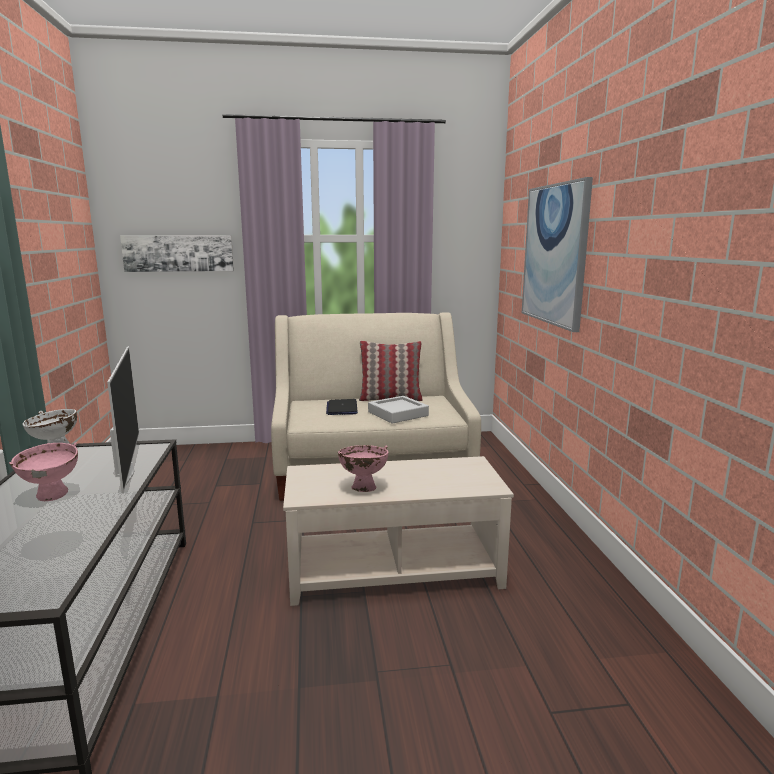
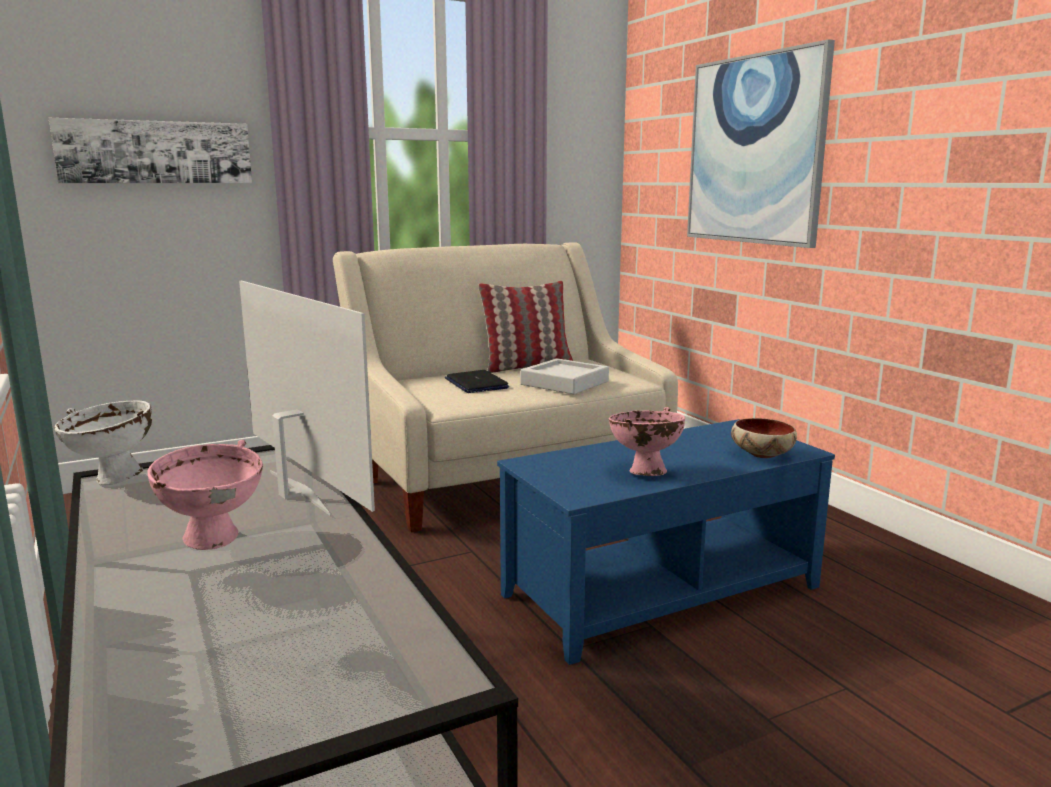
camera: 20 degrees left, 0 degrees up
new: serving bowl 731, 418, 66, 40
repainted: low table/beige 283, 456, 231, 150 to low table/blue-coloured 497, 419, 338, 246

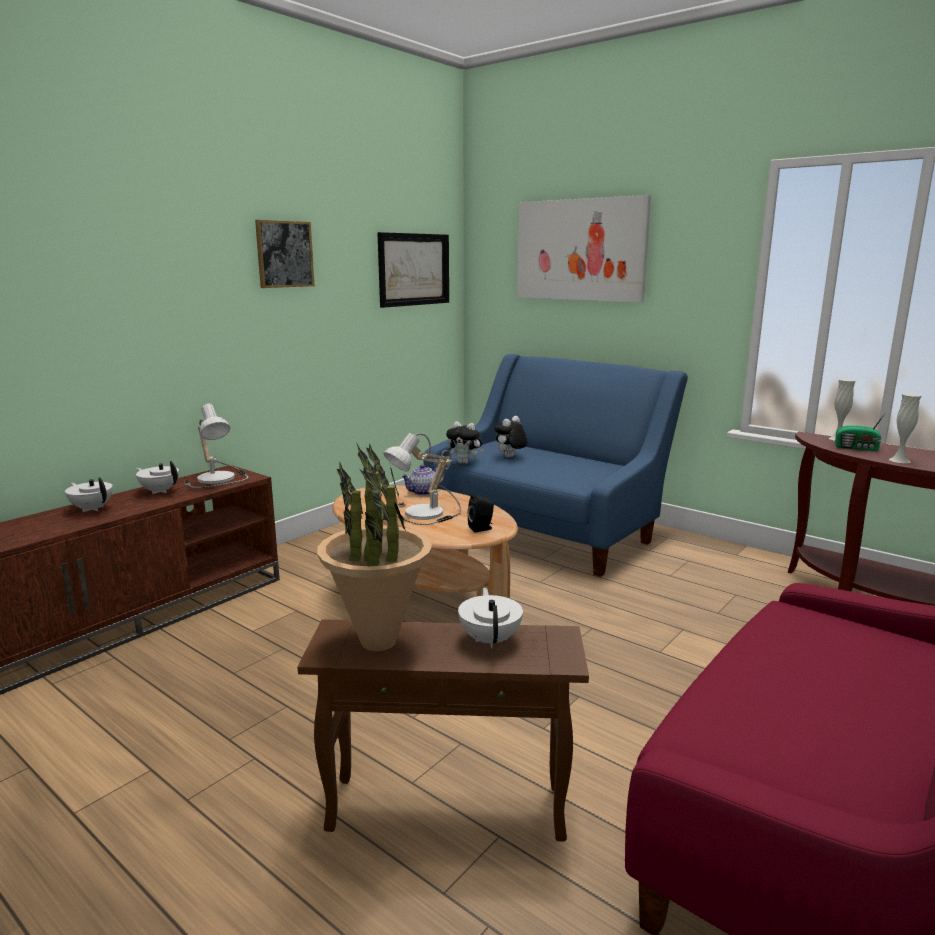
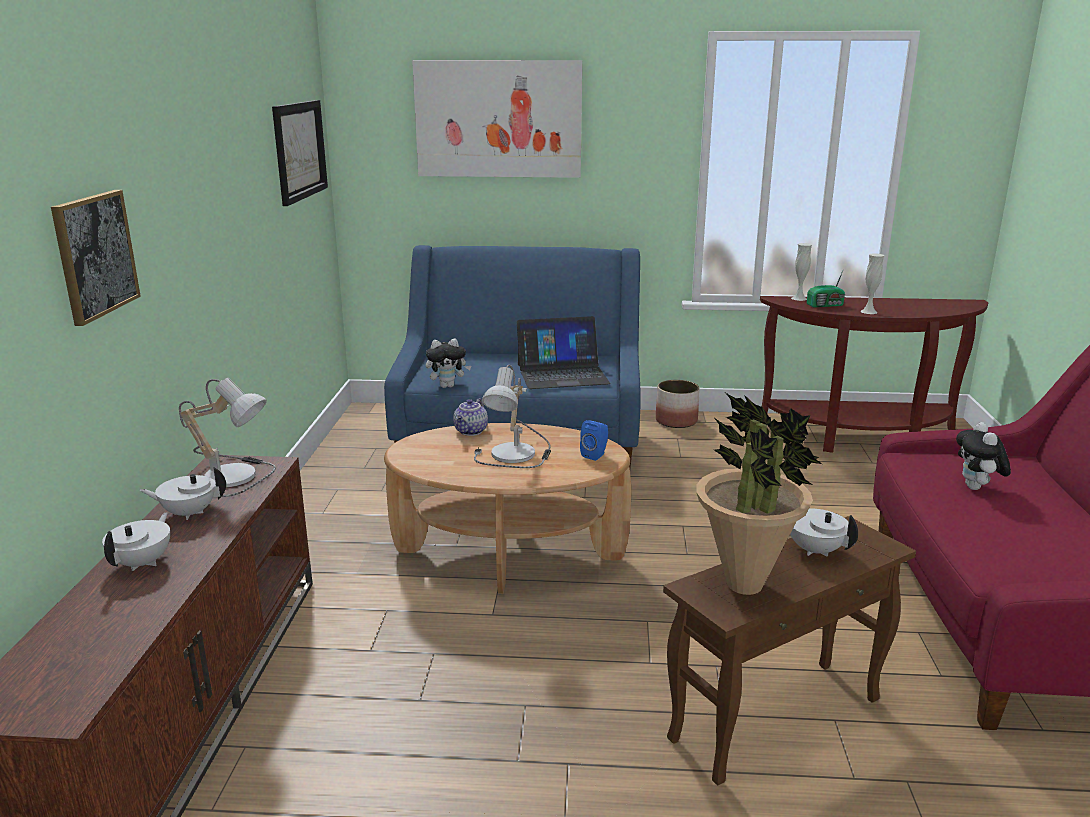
camera: 35 degrees left, 5 degrees up
new: notebook computer 517, 316, 93, 73; plant pot 656, 380, 44, 48
shifted: wall picture 255, 220, 60, 68 to 51, 190, 90, 136; plush toy 494, 416, 33, 42 to 956, 422, 55, 68
repainted: speaker/blackish 468, 494, 26, 38 to speaker/blue-coloured 580, 420, 28, 41
rotated: tea pot/whitish 65, 477, 48, 35 = 102, 512, 68, 59 105 degrees clockwise

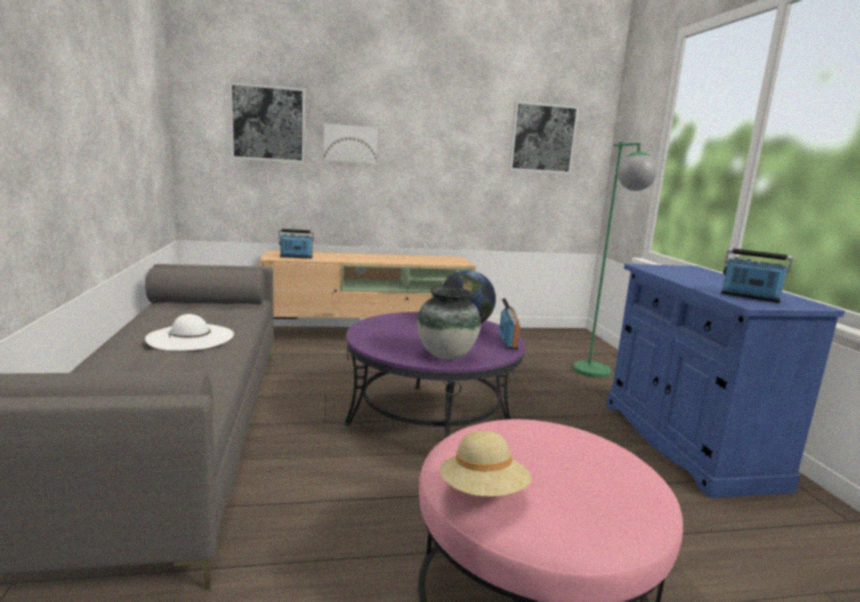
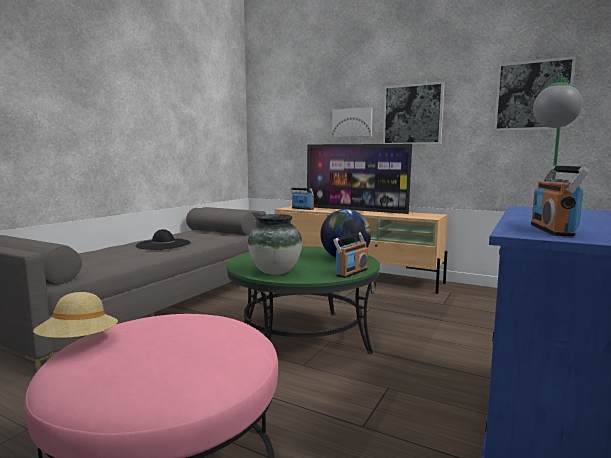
camera: 40 degrees right, 5 degrees down
new: TV 307, 144, 105, 70
shifted: wall picture 229, 82, 76, 81 to 383, 81, 62, 64
repainted: wearable hat/whitish 145, 314, 89, 37 to wearable hat/blackish 136, 229, 55, 21; low table/purplish 344, 312, 181, 126 to low table/greenish 226, 246, 154, 108
rotated: radio 721, 248, 72, 55 = 531, 166, 59, 70 150 degrees counterclockwise

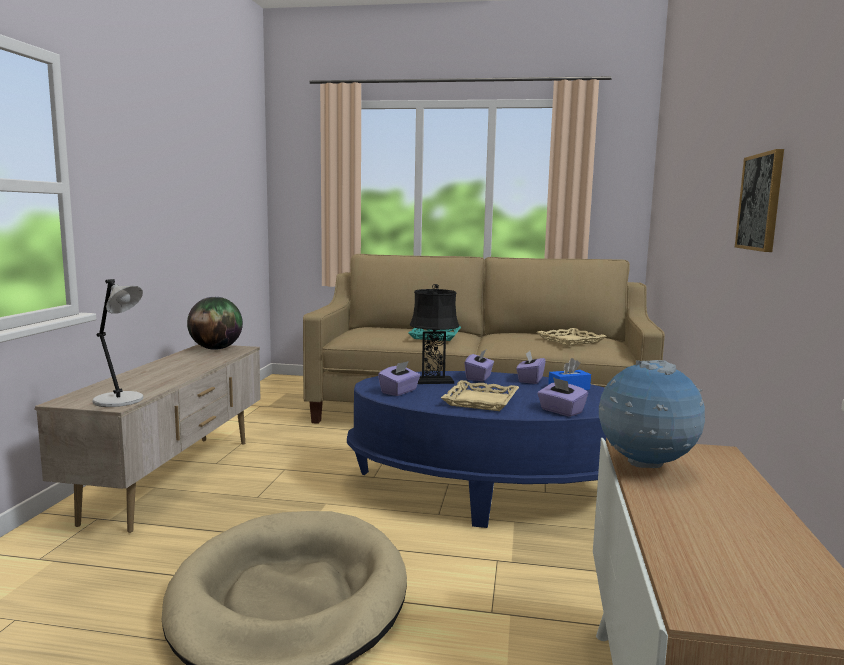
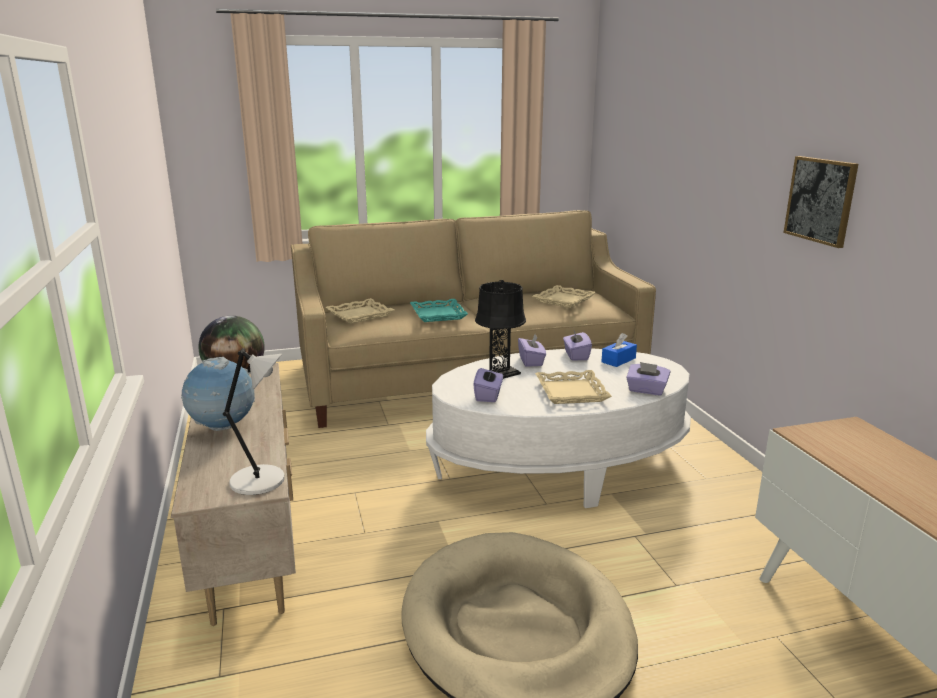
camera: 25 degrees left, 10 degrees up
new: tray/beige 325, 298, 69, 26
shifted: world globe 599, 360, 106, 108 to 181, 357, 74, 74
repainted: low table/blue-coloured 347, 371, 259, 157 to low table/whitish 426, 349, 265, 159

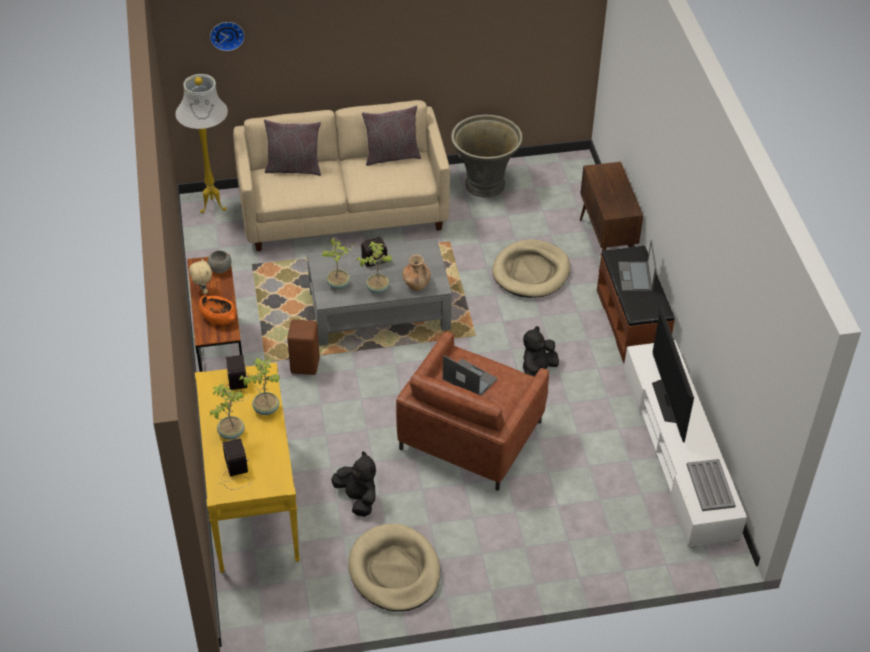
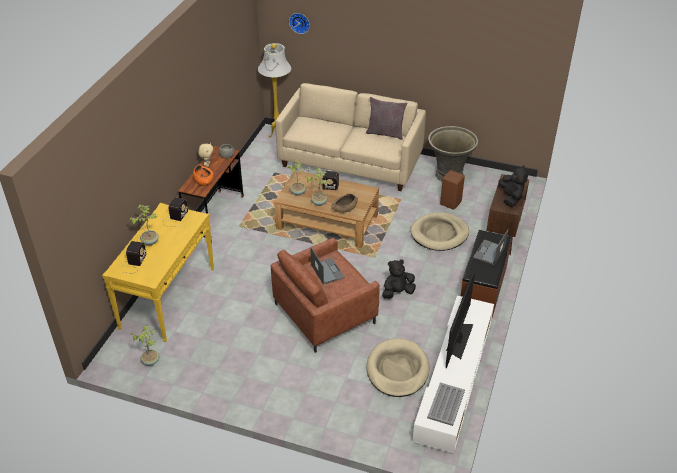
camera: 30 degrees right, 5 degrees down
gone: pillow/gray 264, 119, 57, 57
shifted: plant in a pot 239, 358, 42, 57 to 131, 325, 28, 41; stool/brown-coloured 287, 319, 33, 56 to 440, 170, 25, 40; plush toy/blackish 331, 451, 45, 66 to 498, 165, 30, 42; pet bed/beige 348, 524, 92, 87 to 366, 338, 63, 59
swapped: vase/brown-coloured 403, 255, 28, 36 to serving bowl/brown-coloured 331, 193, 27, 20
repainted: low table/gray 307, 238, 145, 108 to low table/brown-coloured 274, 170, 105, 78

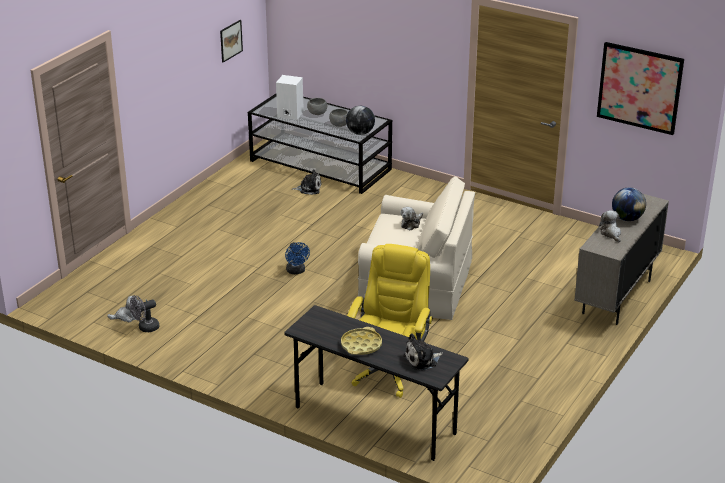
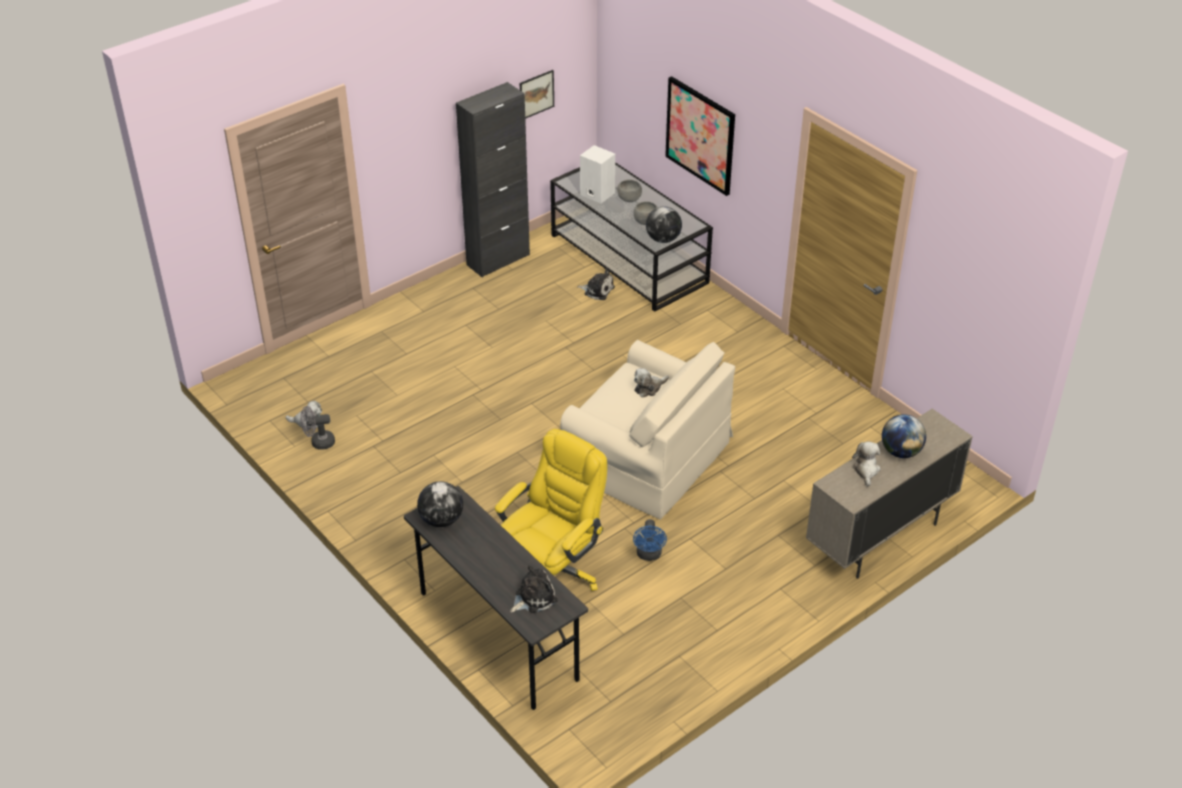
camera: 20 degrees right, 10 degrees up
gone: tray/yellow 341, 327, 41, 28
new: world globe 417, 481, 46, 46; cupboard/blackish 456, 82, 74, 196
shifted: fan/blue-coloured 285, 242, 25, 32 to 633, 519, 34, 42; wall picture 597, 42, 87, 93 to 665, 76, 70, 120
rotated: plush toy 404, 333, 39, 38 = 510, 565, 48, 48 150 degrees clockwise

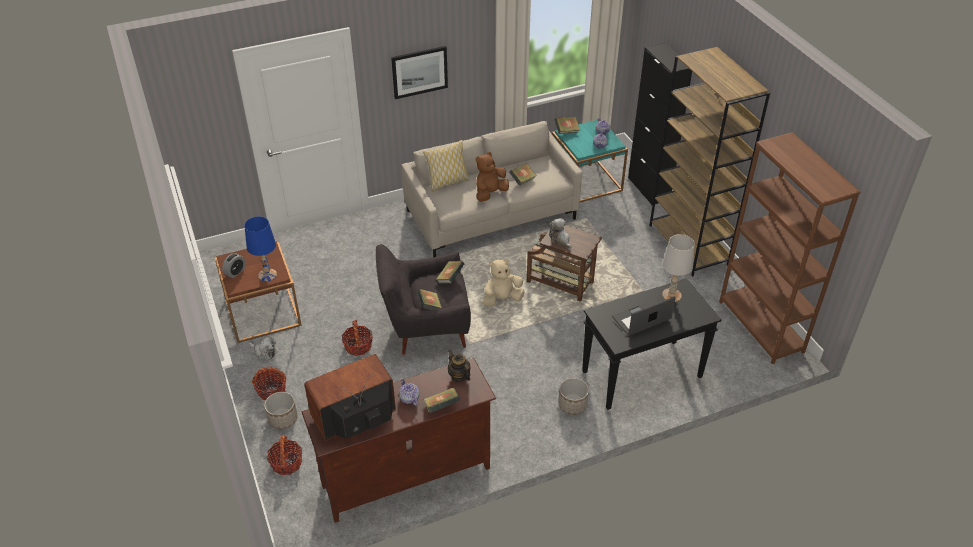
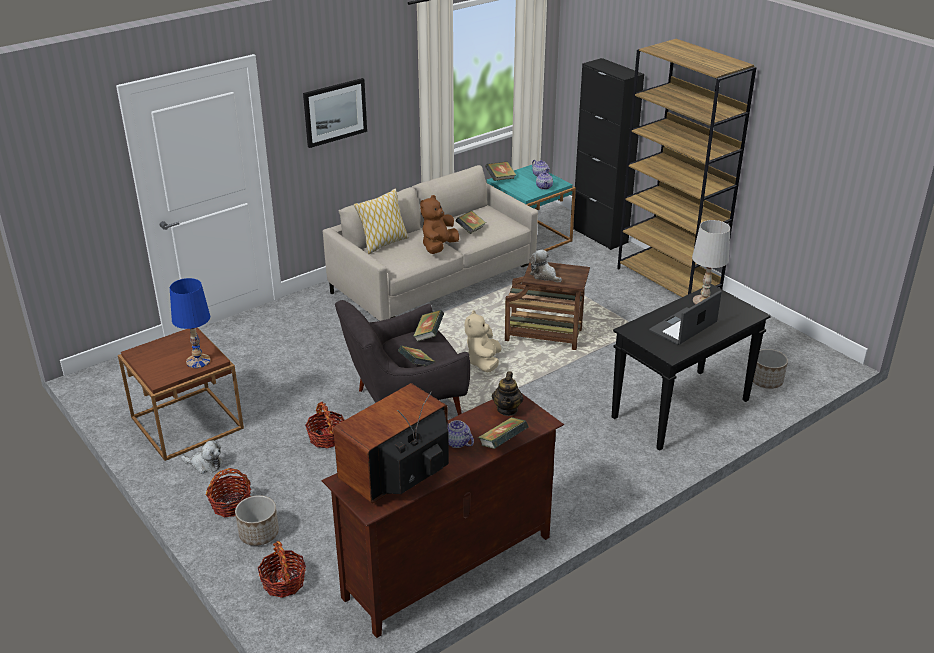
camera: 15 degrees left, 10 degrees down
gone: alarm clock 222, 253, 24, 25; bookcase/brown-coloured 719, 132, 141, 232
shifted: plant pot 558, 378, 31, 37 to 753, 349, 35, 40
rotated: tea pot 448, 350, 22, 32 = 492, 371, 31, 45 120 degrees counterclockwise; plush toy/beige 482, 258, 43, 49 = 465, 310, 37, 62 45 degrees counterclockwise

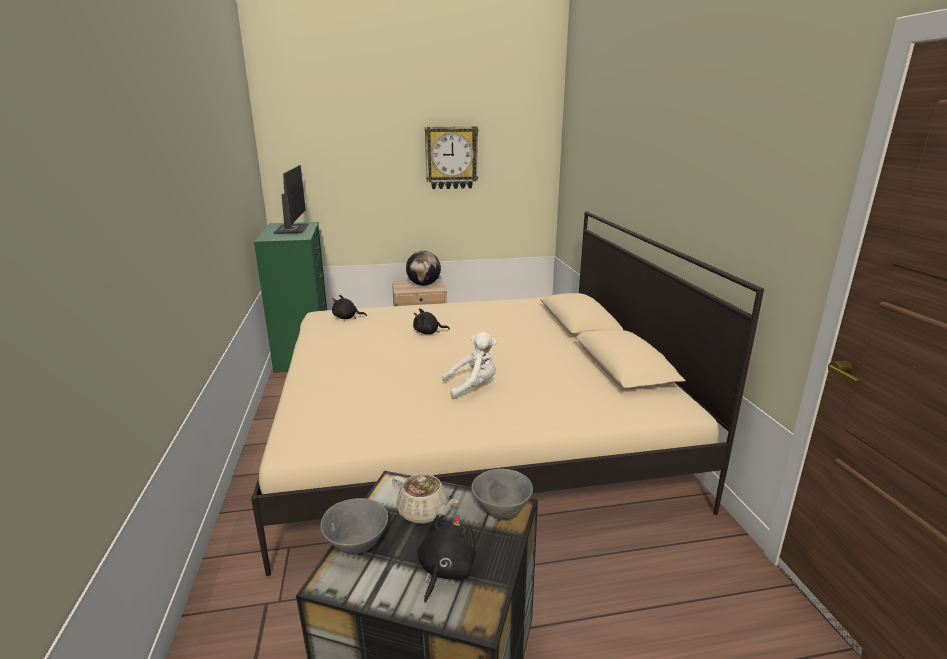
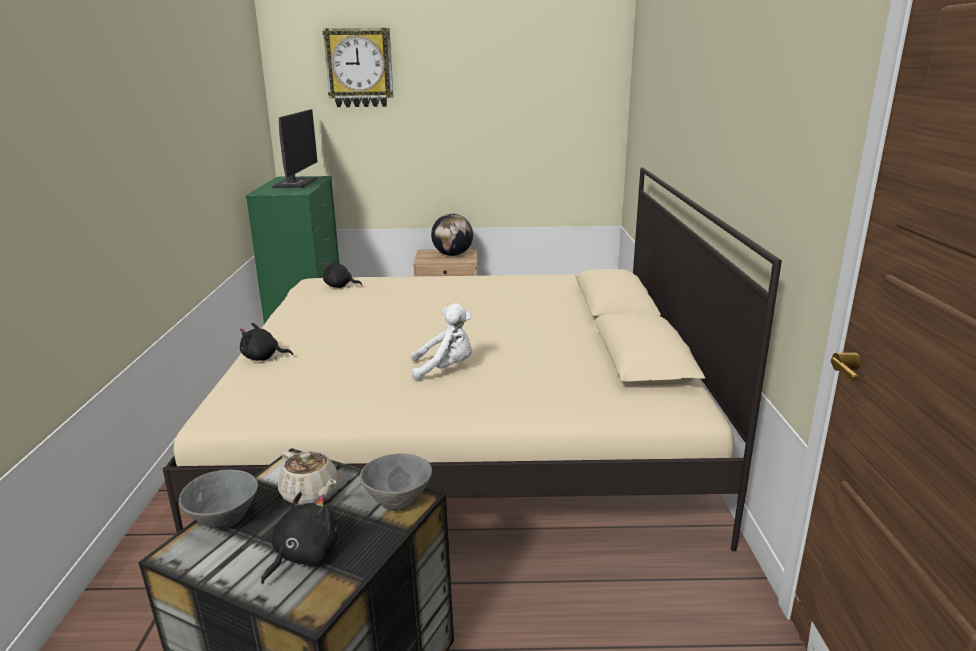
camera: 10 degrees right, 0 degrees up
shifted: plush toy/blackish 413, 308, 37, 26 to 240, 323, 53, 38; wall clock 425, 126, 53, 63 to 322, 28, 72, 79

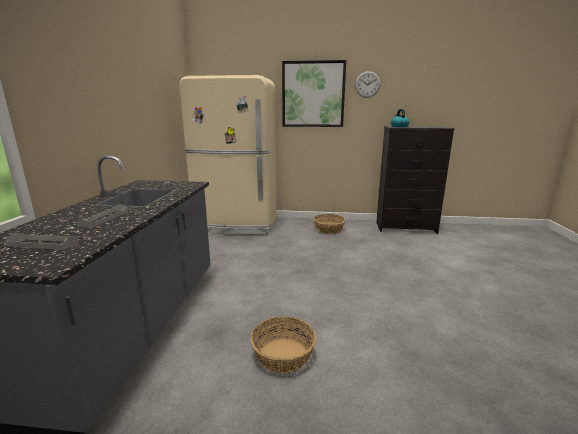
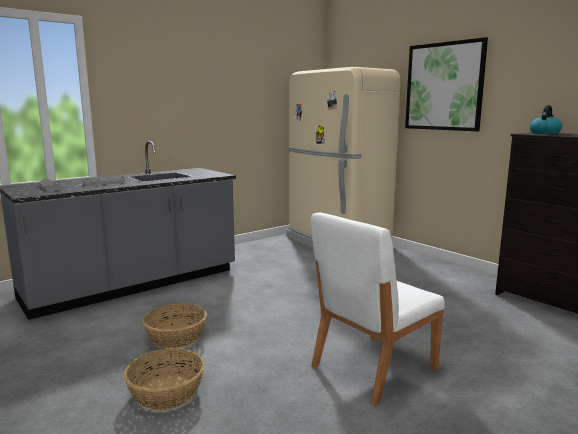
camera: 45 degrees right, 5 degrees down
gone: wall clock 355, 71, 25, 27
new: upright chair/whitish 310, 212, 135, 194
shifted: household basket 313, 214, 32, 20 to 124, 348, 81, 63

